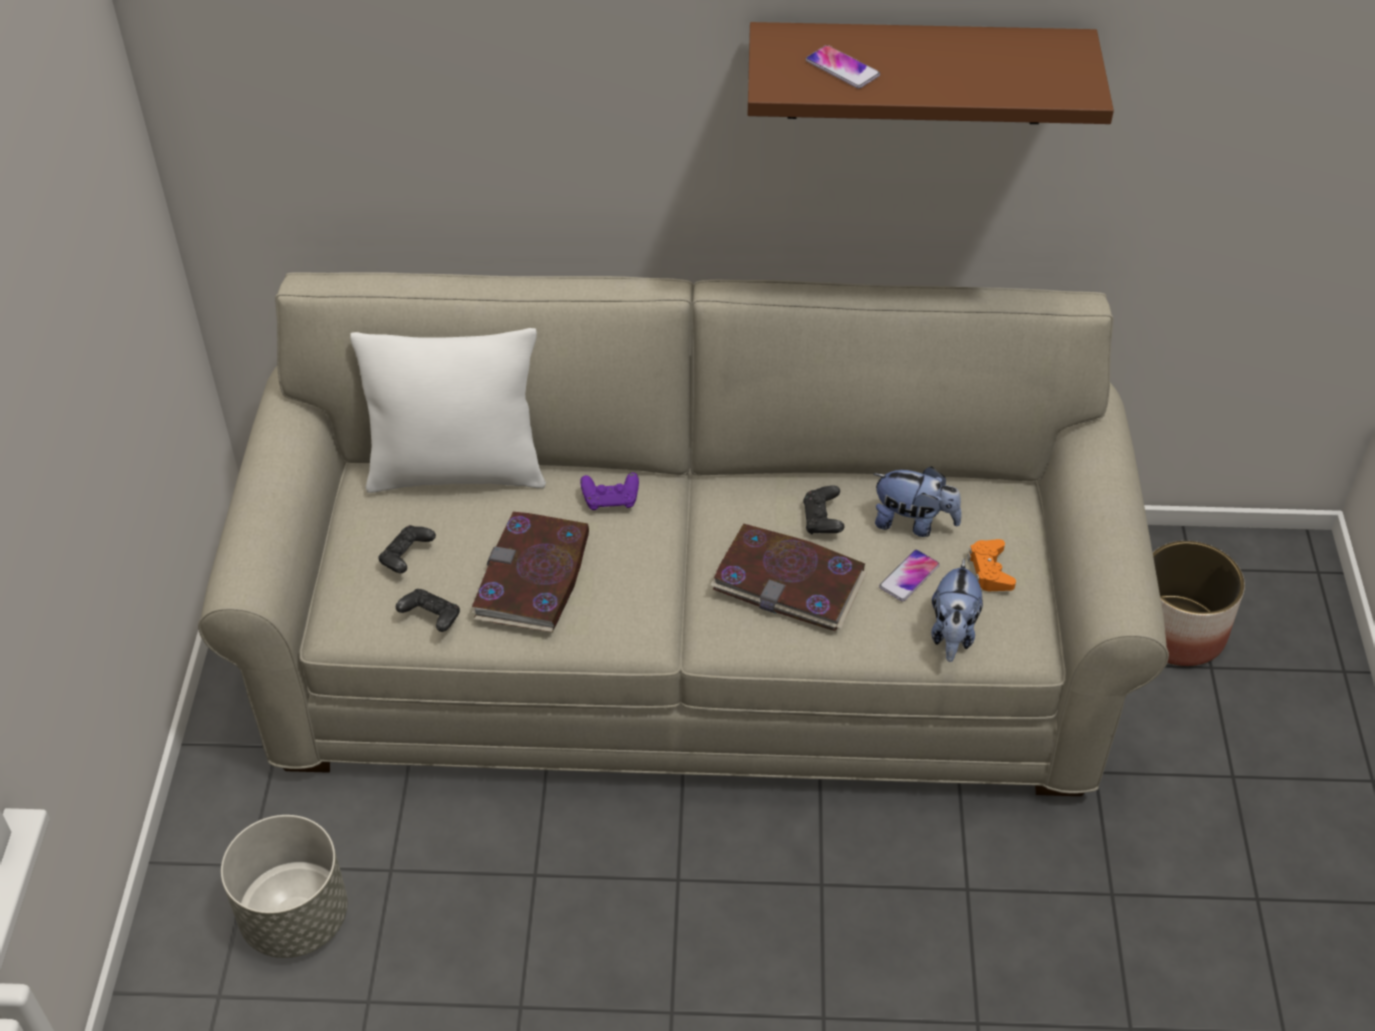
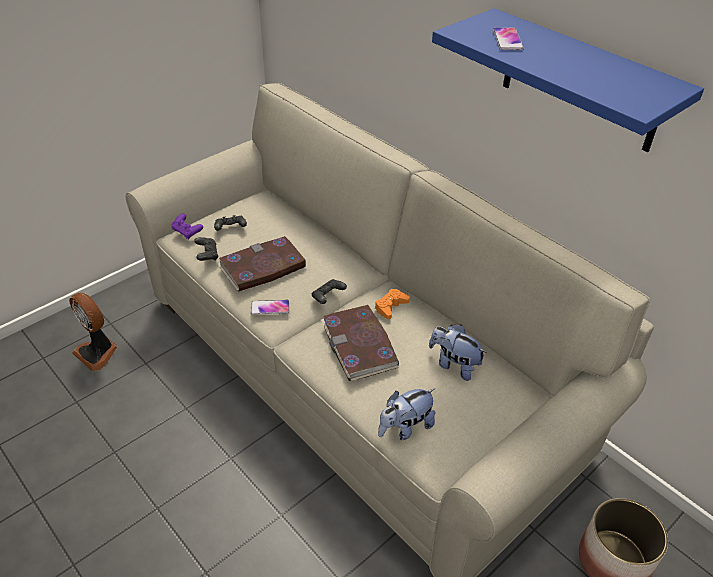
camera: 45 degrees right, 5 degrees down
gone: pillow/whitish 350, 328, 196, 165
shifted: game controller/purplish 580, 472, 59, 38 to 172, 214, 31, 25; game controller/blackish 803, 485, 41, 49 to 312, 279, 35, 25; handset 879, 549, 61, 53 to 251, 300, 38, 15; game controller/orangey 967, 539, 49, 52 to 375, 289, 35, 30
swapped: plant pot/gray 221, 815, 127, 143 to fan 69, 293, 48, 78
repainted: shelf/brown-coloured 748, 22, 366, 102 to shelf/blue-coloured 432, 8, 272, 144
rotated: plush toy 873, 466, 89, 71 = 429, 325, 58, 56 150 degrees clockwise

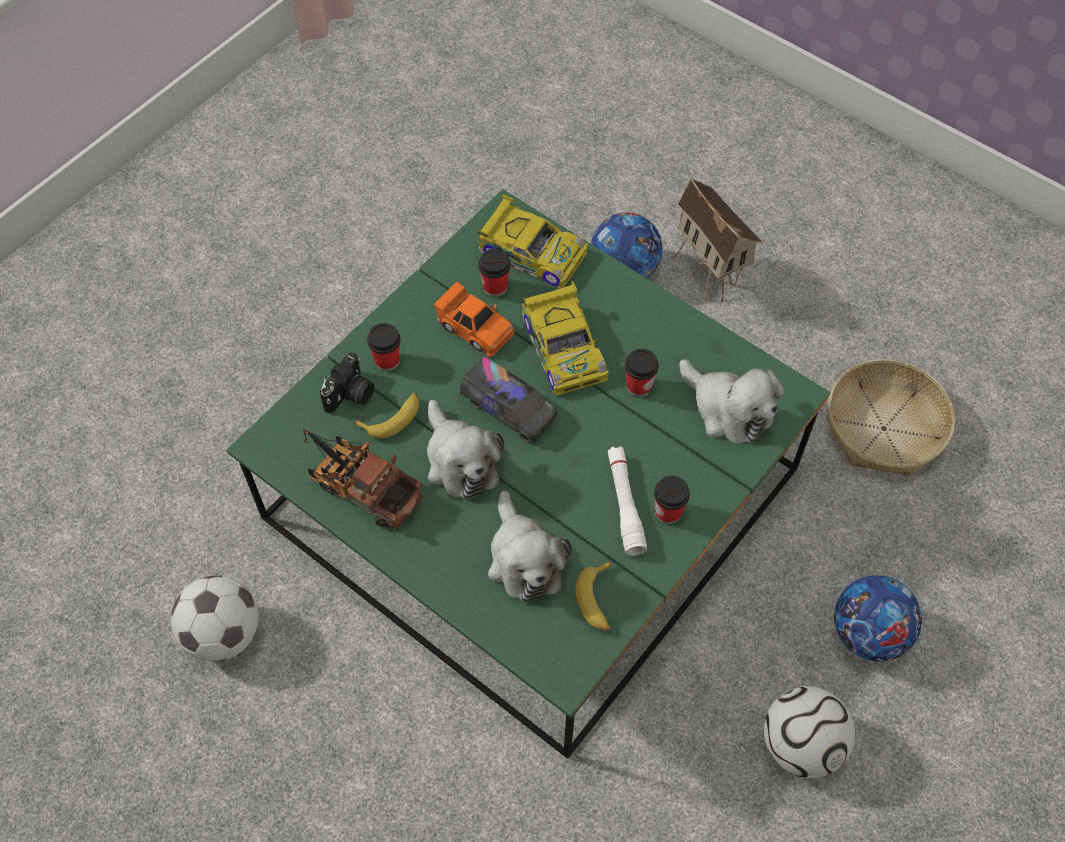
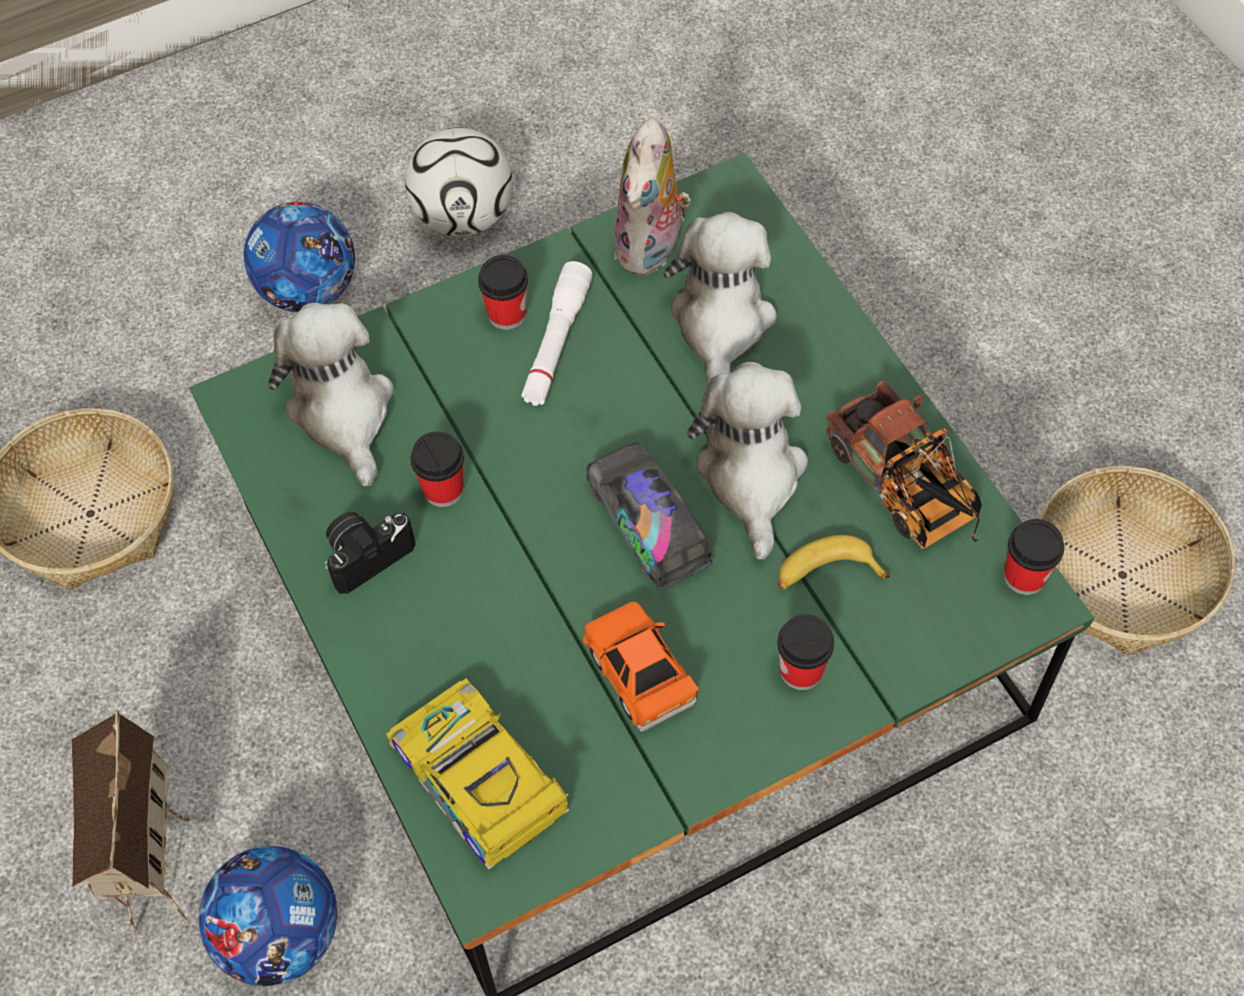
camera: 155 degrees left, 0 degrees up
gone: toy car 522, 281, 87, 115
shifted: photo camera 320, 352, 54, 62 to 325, 512, 91, 82; small cup 478, 249, 32, 48 to 1004, 519, 60, 76
swapped: ball for football 171, 575, 88, 87 to household basket 1038, 466, 197, 190; banana fruit 575, 561, 36, 71 to plush toy 614, 118, 77, 157

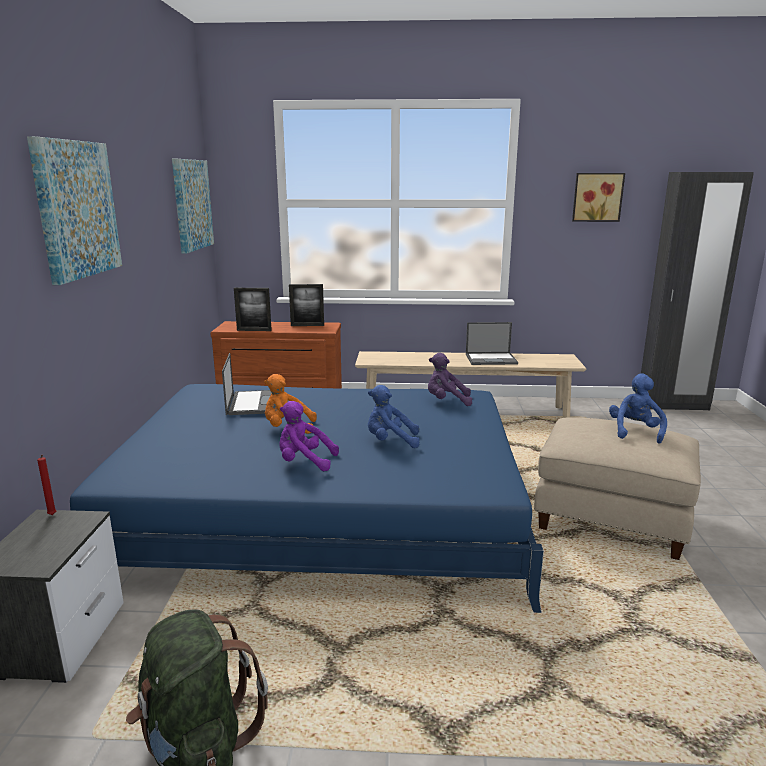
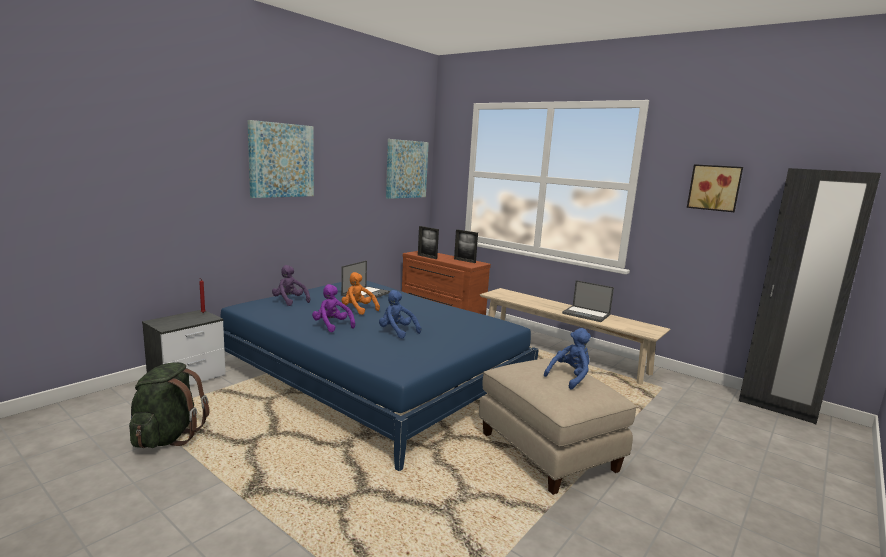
camera: 35 degrees right, 5 degrees down
shifted: plush toy/purplish 428, 353, 44, 53 to 272, 265, 38, 41

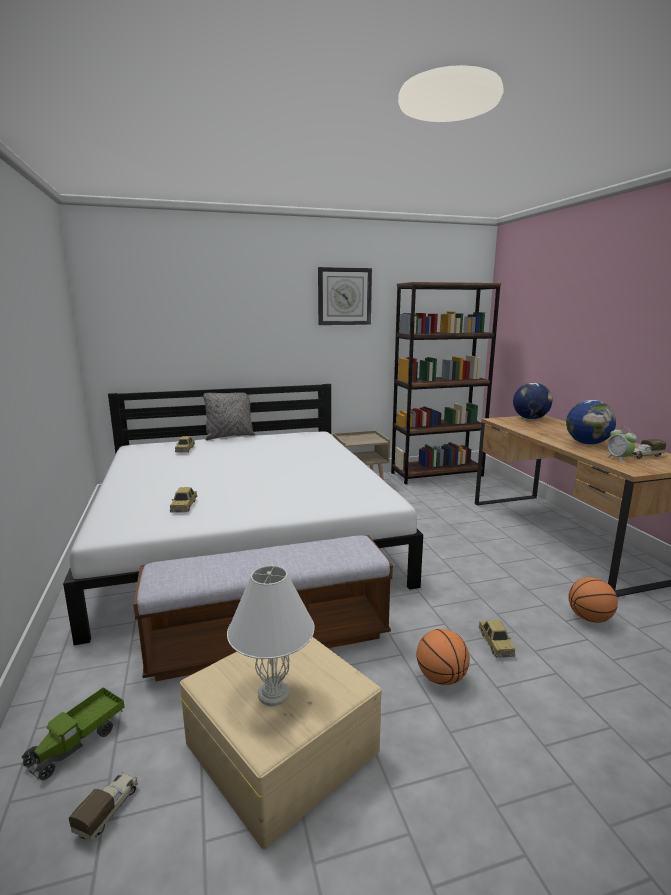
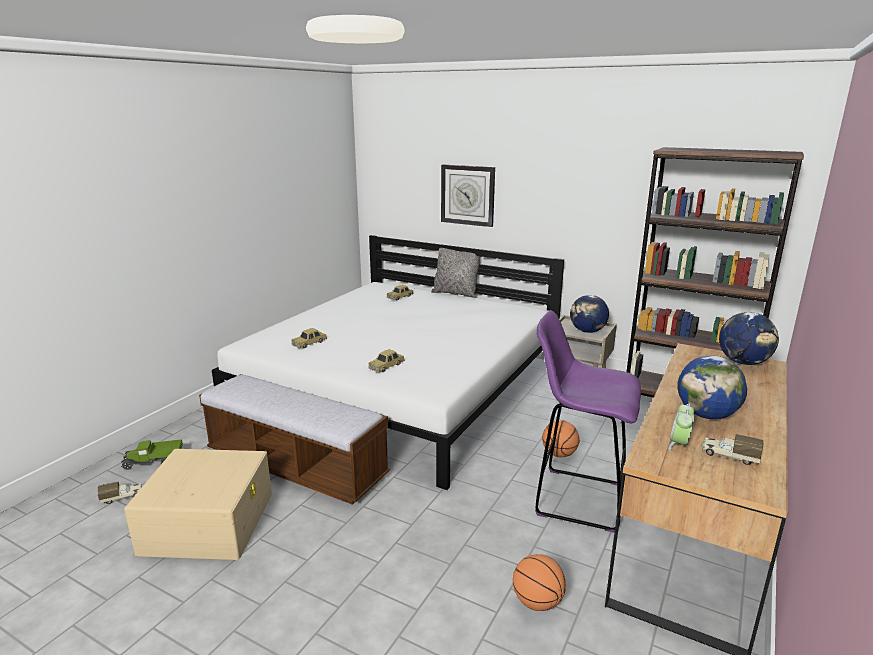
camera: 45 degrees right, 5 degrees up
gone: lamp for a table/whitish 227, 565, 87, 141
new: stool/purplish 535, 310, 106, 223; world globe 570, 295, 39, 38
shifted: wall clock 318, 267, 54, 58 to 441, 164, 54, 63; ball for basketball 416, 629, 54, 56 to 542, 420, 38, 37; toy car 479, 620, 36, 38 to 368, 349, 36, 23

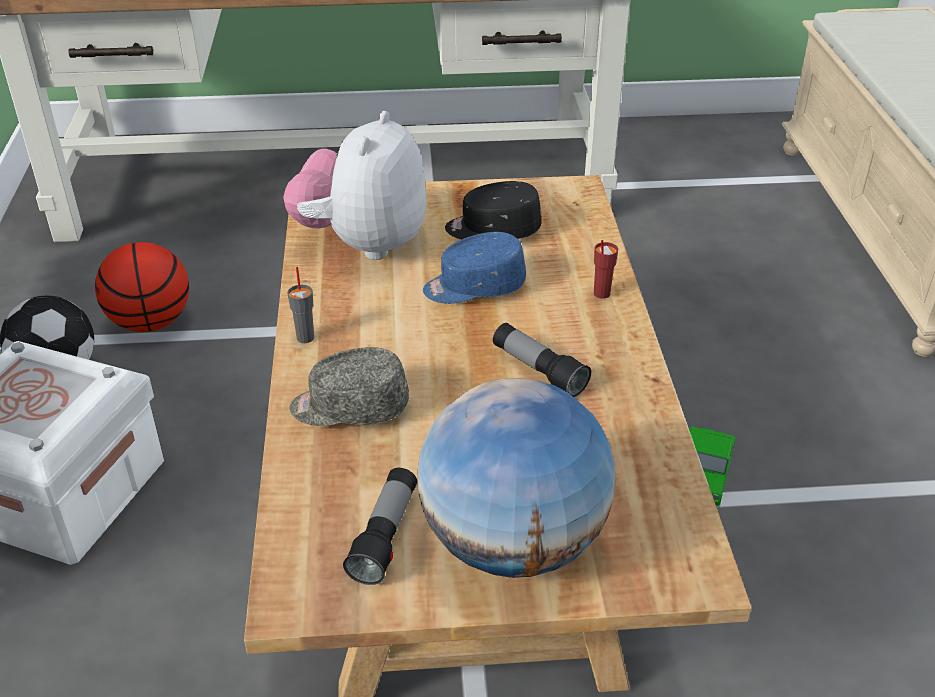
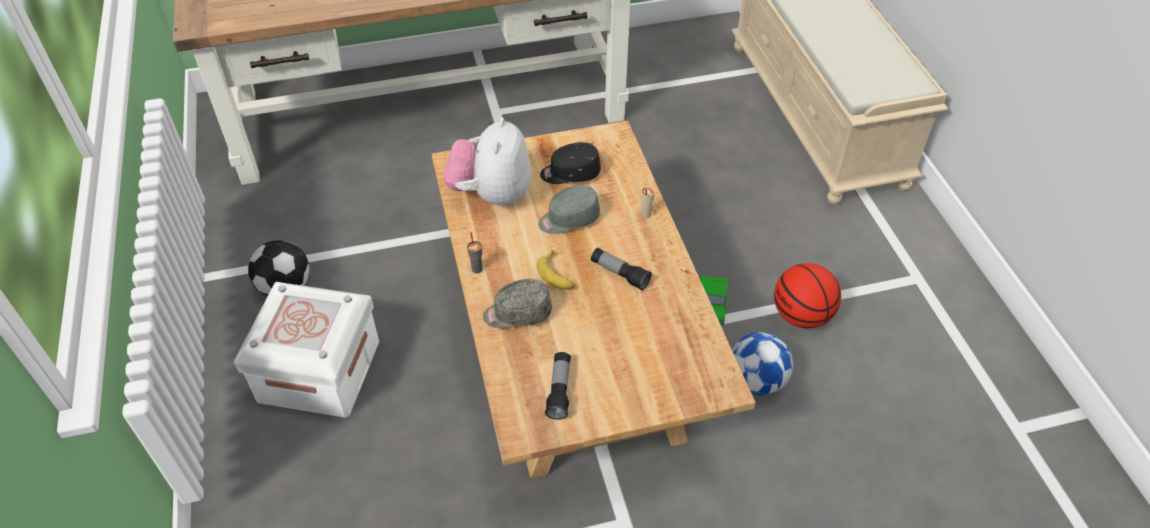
camera: 10 degrees left, 10 degrees up
gone: world globe 417, 378, 199, 200
new: banana fruit 537, 250, 37, 40; ball for football 732, 332, 61, 63
shifted: ball for basketball 95, 242, 94, 90 to 774, 263, 67, 65
repainted: baseball cap/blue-coloured 423, 232, 103, 72 to baseball cap/gray 538, 185, 62, 49; small cup/reddish 594, 240, 24, 59 to small cup/beige 641, 186, 14, 32

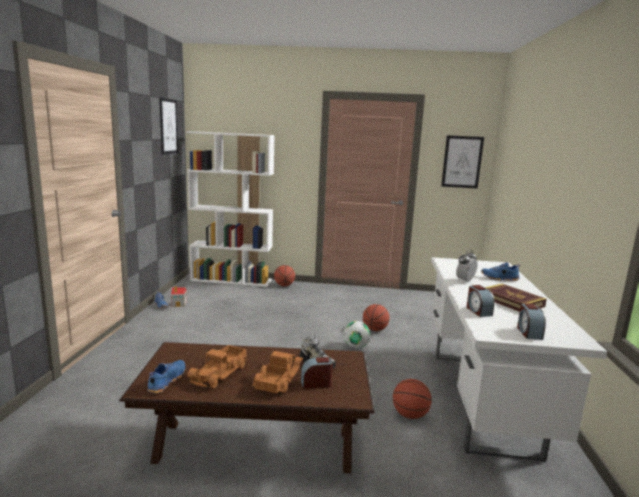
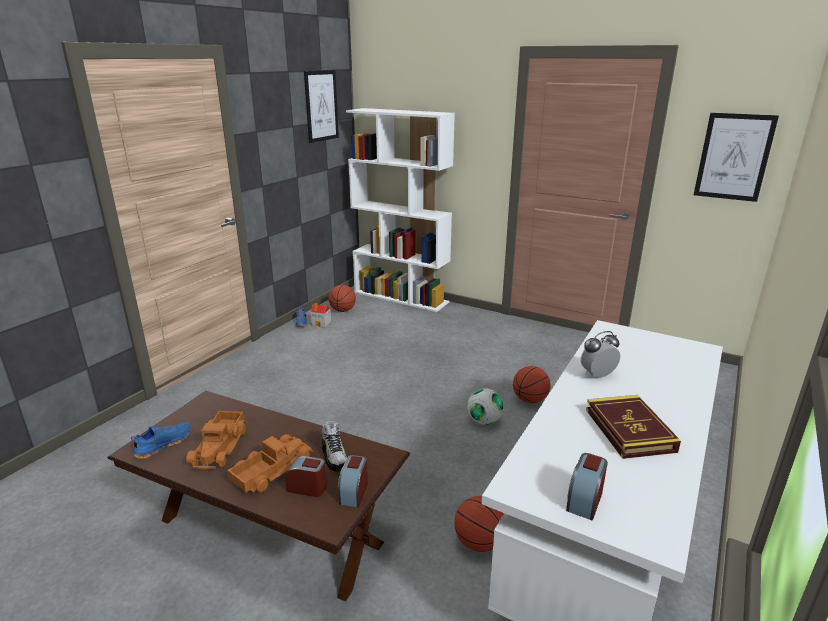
camera: 25 degrees right, 10 degrees up
gone: item of footwear/blue-coloured 481, 262, 39, 19
shifted: ball for basketball 274, 265, 21, 21 to 328, 285, 28, 27; alarm clock 467, 285, 28, 32 to 338, 455, 30, 52
rotated: toy lorry 187, 345, 61, 44 = 186, 411, 61, 59 45 degrees counterclockwise

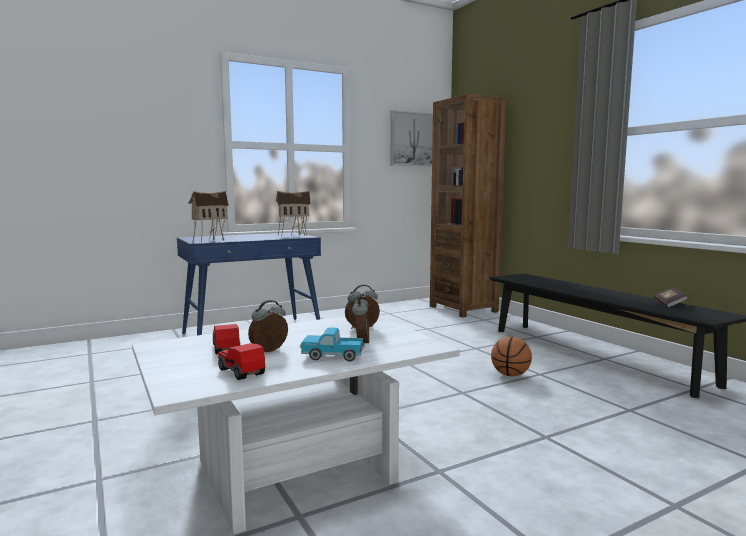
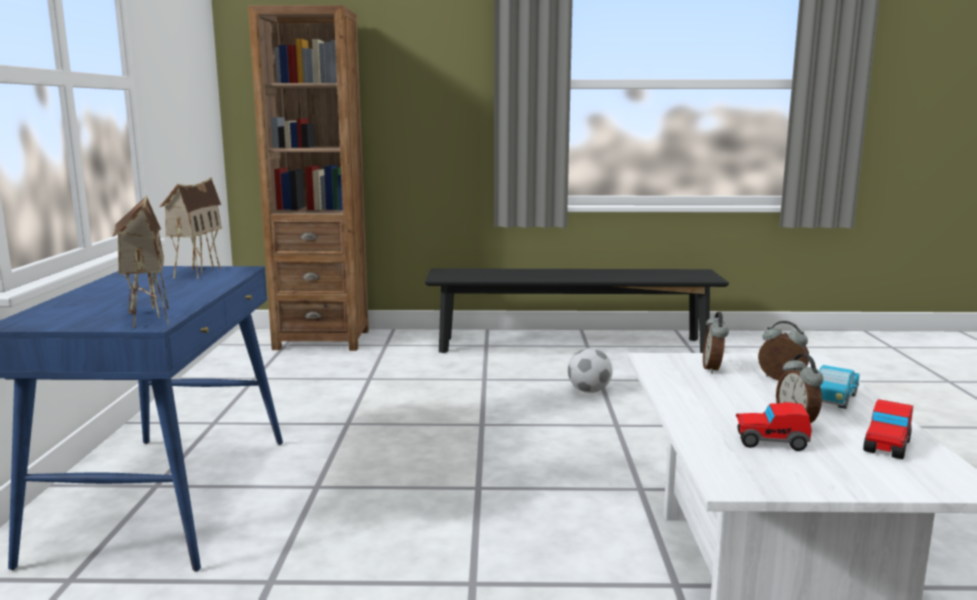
camera: 60 degrees left, 5 degrees up
gone: wall picture 390, 110, 43, 56; book 654, 287, 34, 21
swapped: ball for basketball 491, 336, 41, 40 to ball for football 568, 348, 45, 45
rotated: toy car 218, 343, 48, 37 = 863, 399, 50, 60 45 degrees counterclockwise

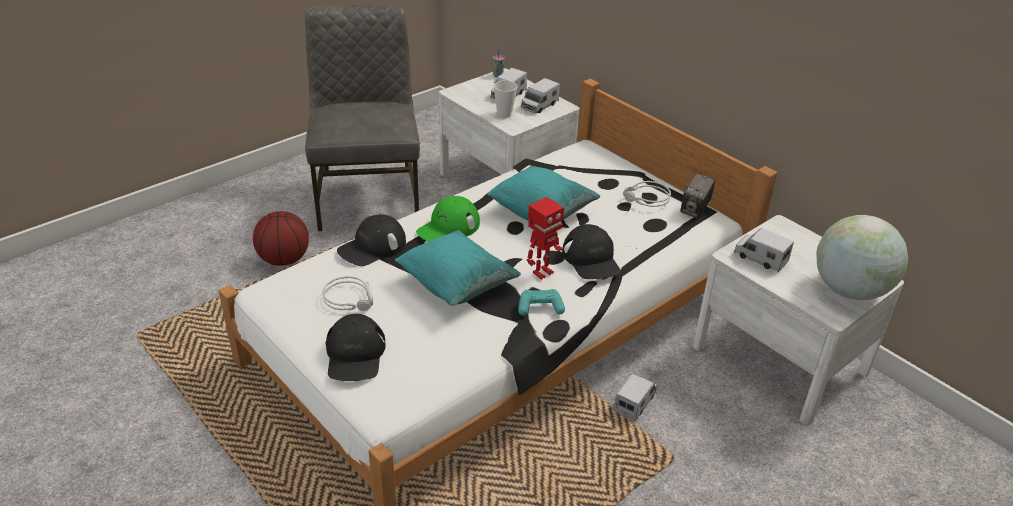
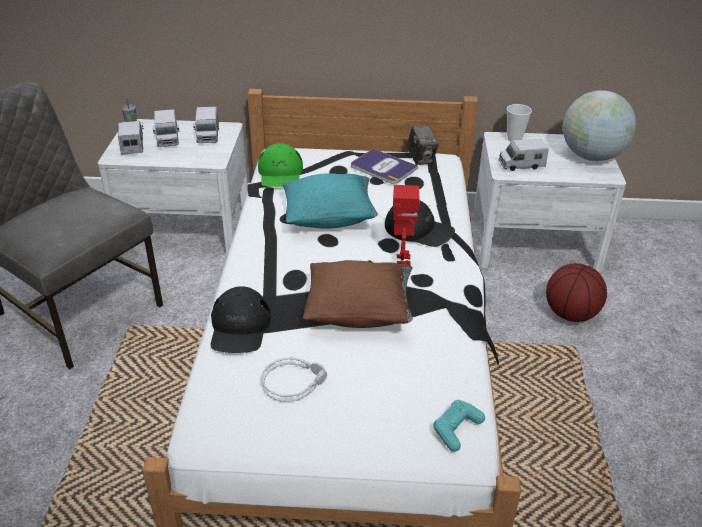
camera: 45 degrees left, 0 degrees up
gone: baseball cap/blackish 326, 314, 60, 67
shifted: ball for basketball 253, 211, 56, 55 to 546, 263, 61, 59; baseball cap/greenish 416, 196, 64, 46 to 258, 143, 45, 44; small cup 493, 80, 25, 38 to 507, 104, 25, 38; game controller/blue-green 518, 289, 47, 27 to 433, 400, 52, 52; toy lorry 614, 373, 43, 48 to 117, 121, 27, 34
swapped: headset/gray 623, 181, 48, 26 to book 351, 149, 67, 35
repainted: pillow/blue-green 395, 230, 126, 76 to pillow/brown-coloured 303, 260, 110, 68

